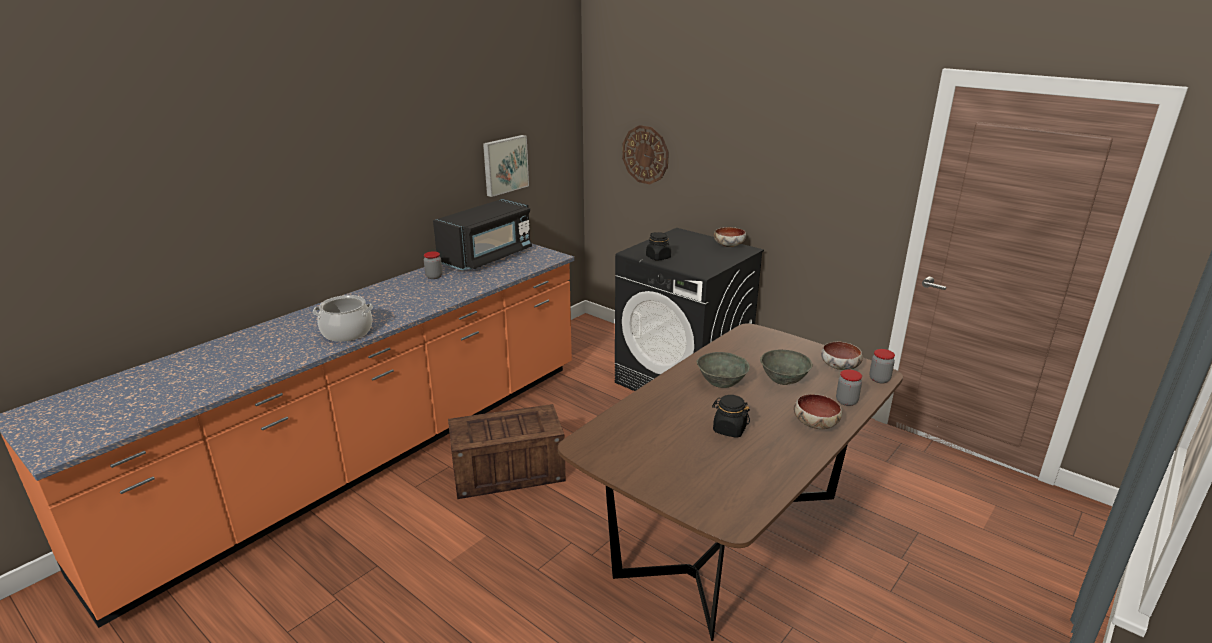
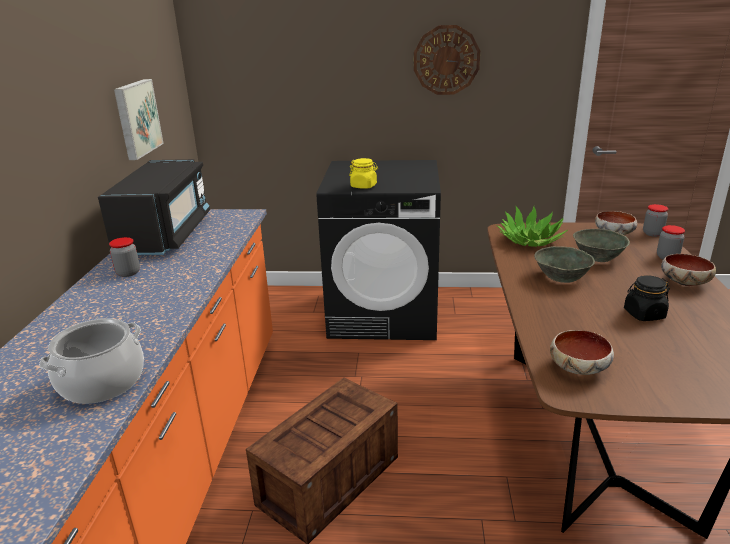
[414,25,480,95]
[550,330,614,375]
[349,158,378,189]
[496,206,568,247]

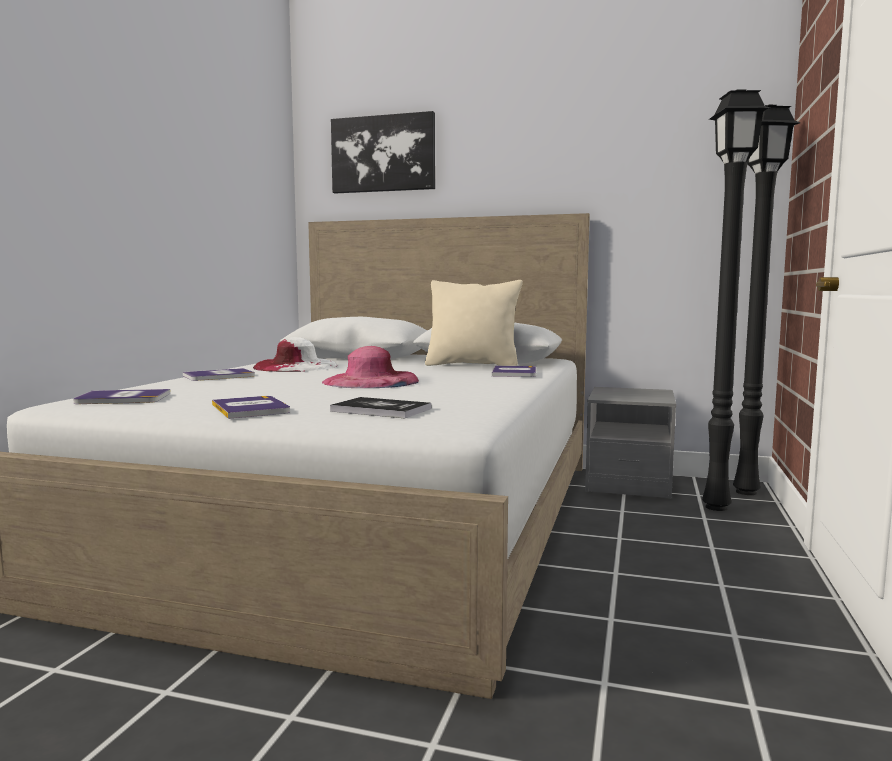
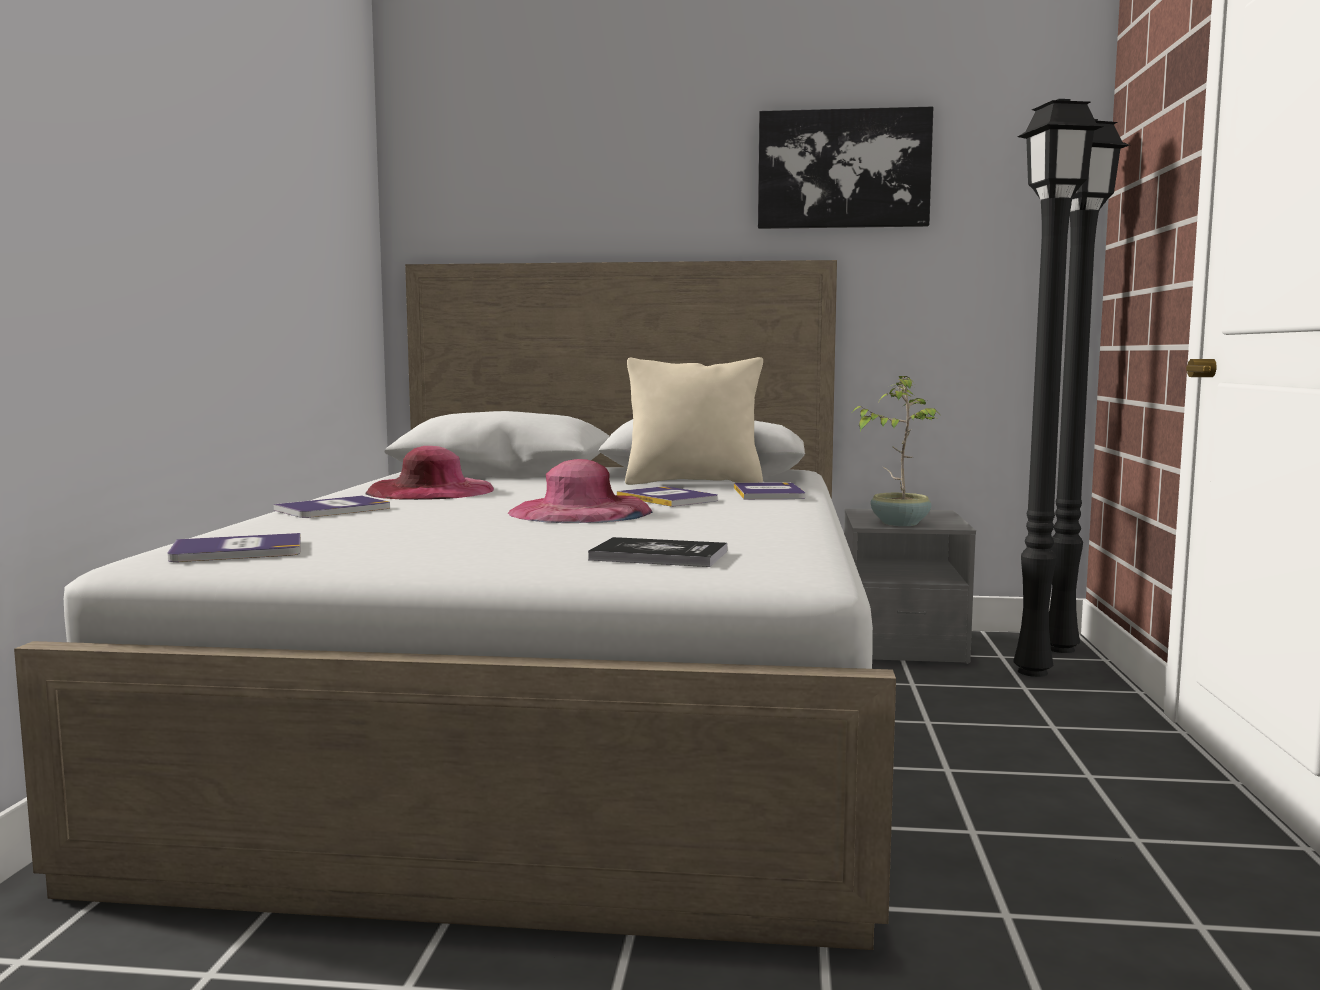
[758,107,933,229]
[365,446,494,500]
[617,487,718,507]
[852,376,941,526]

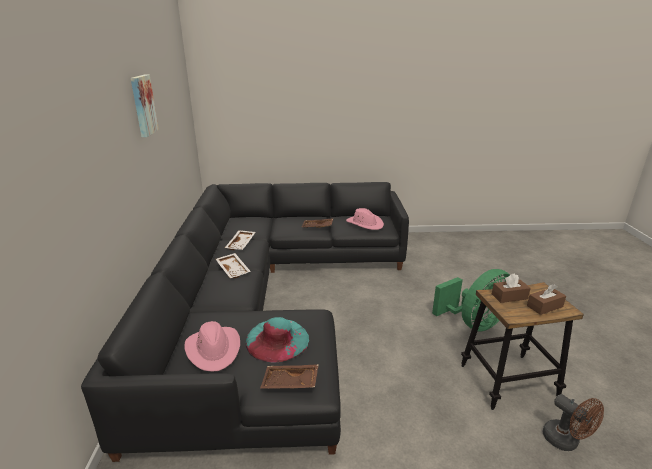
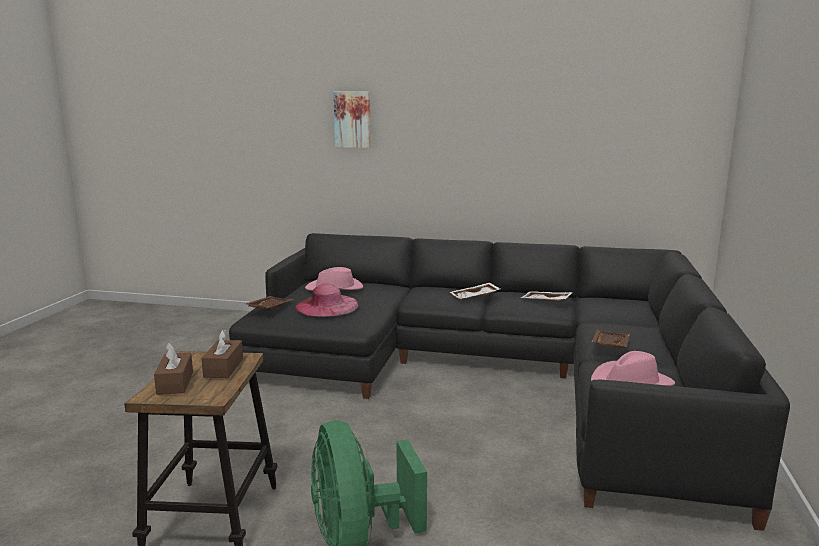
[333,91,371,148]
[295,284,359,317]
[543,394,604,451] (first image)

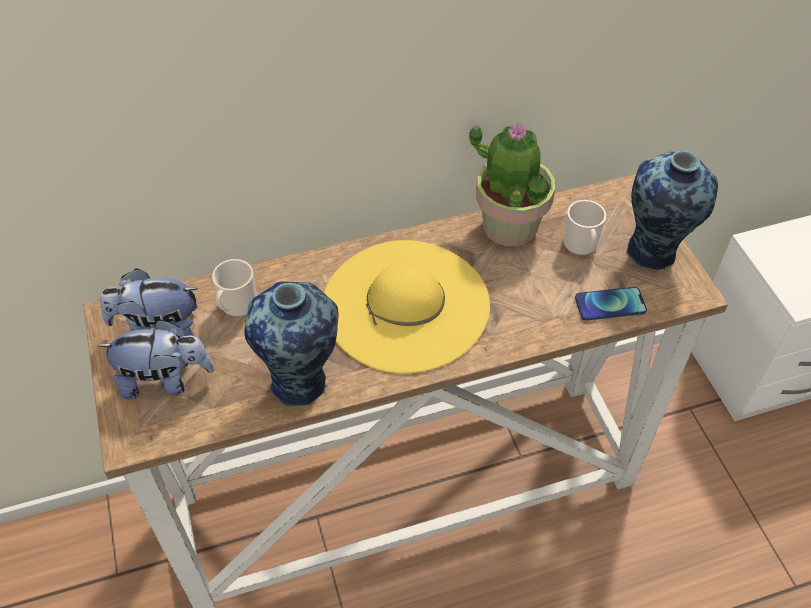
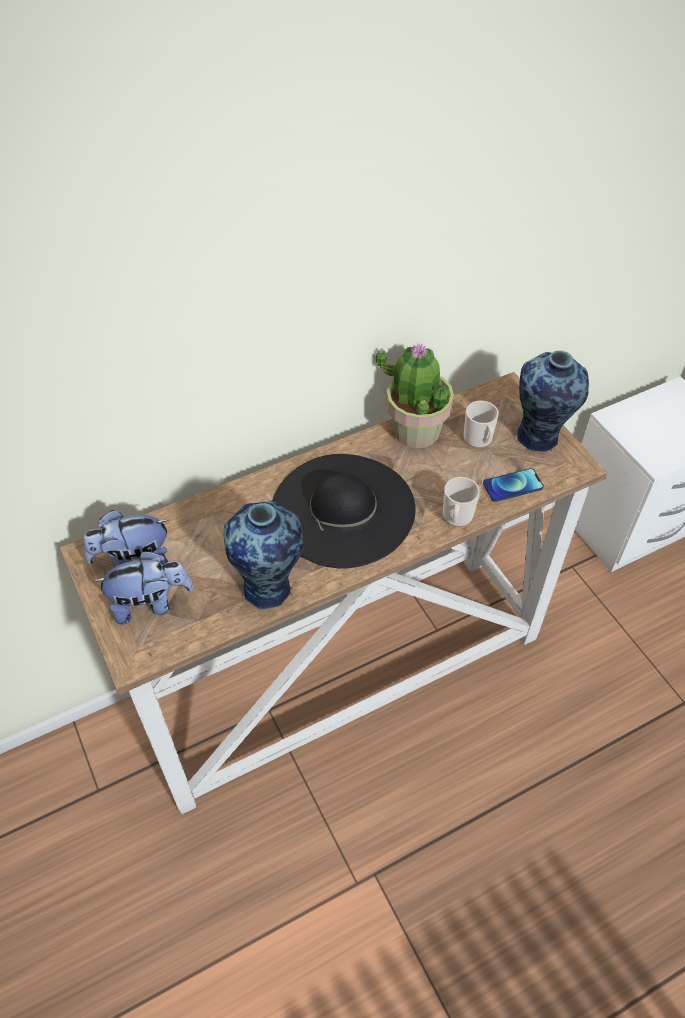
[272,454,416,568]
[443,477,480,527]

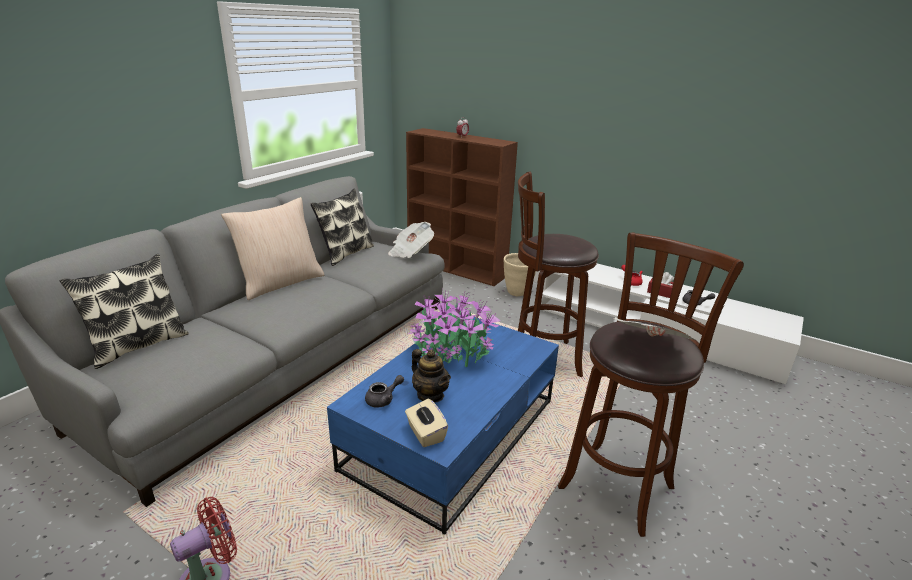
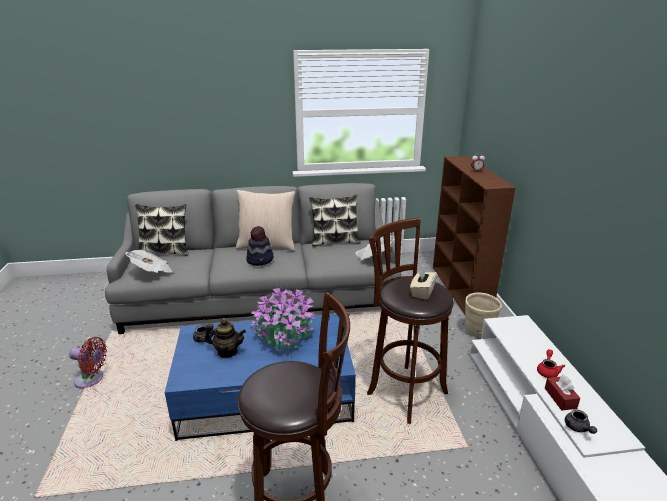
[126,250,172,273]
[205,319,246,358]
[410,267,437,300]
[246,226,274,266]

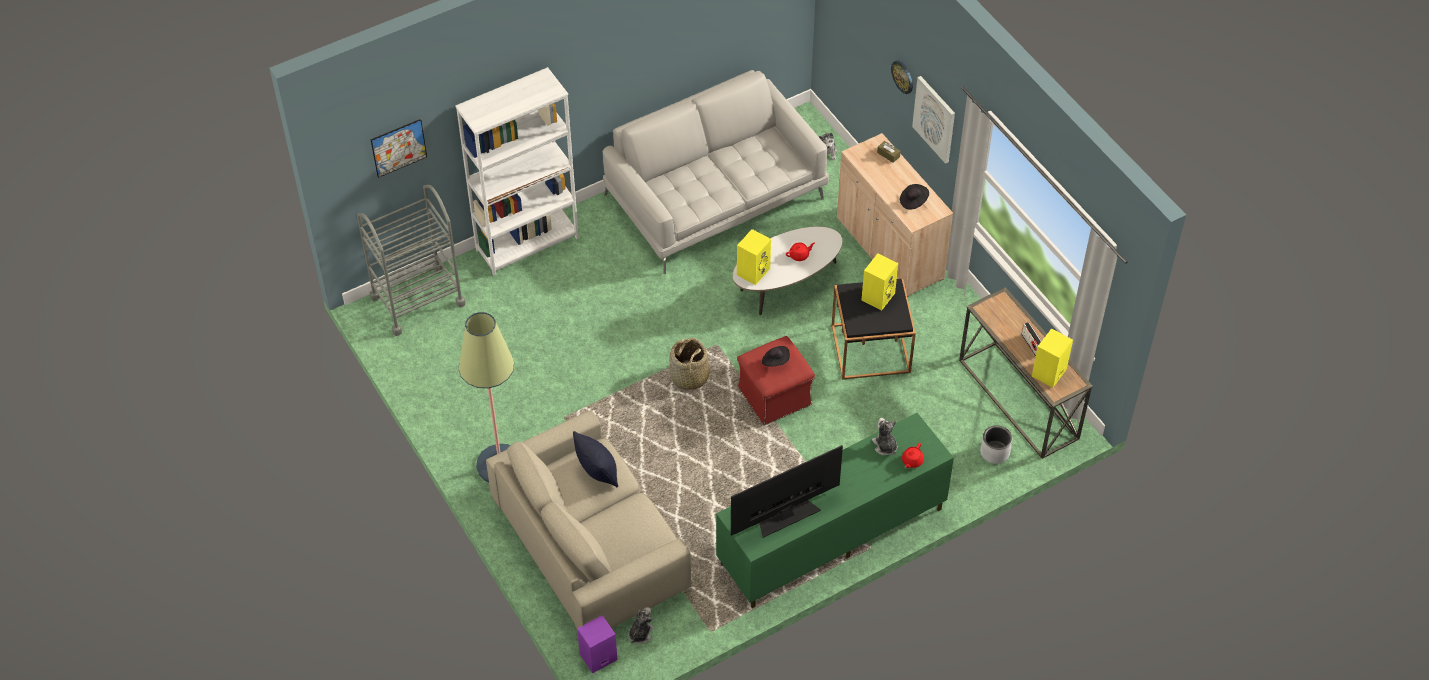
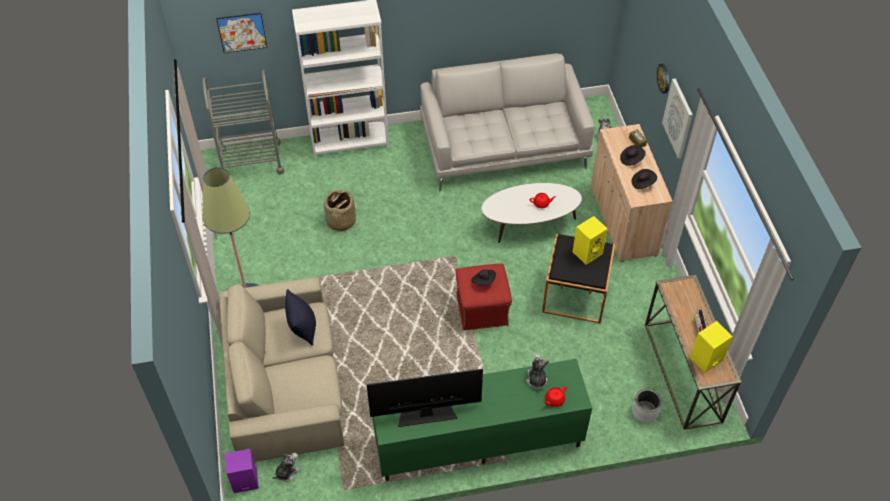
[737,229,771,285] (first image)
[324,189,356,232]
[620,145,646,166]

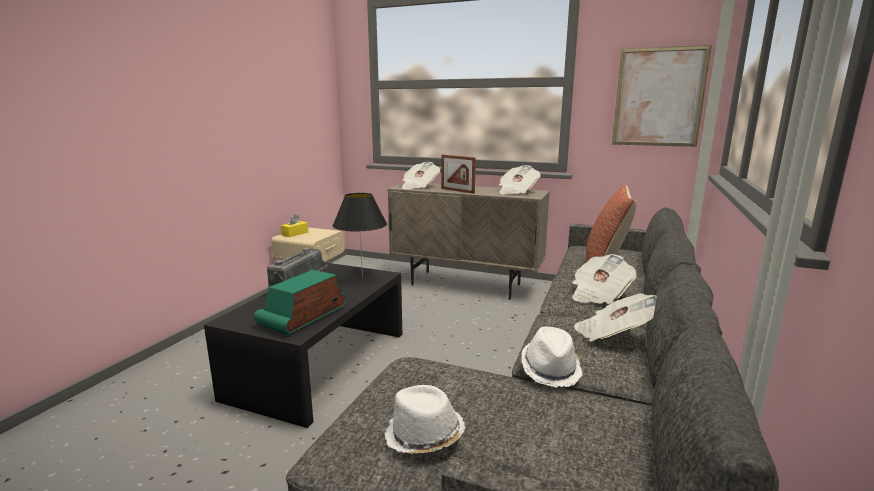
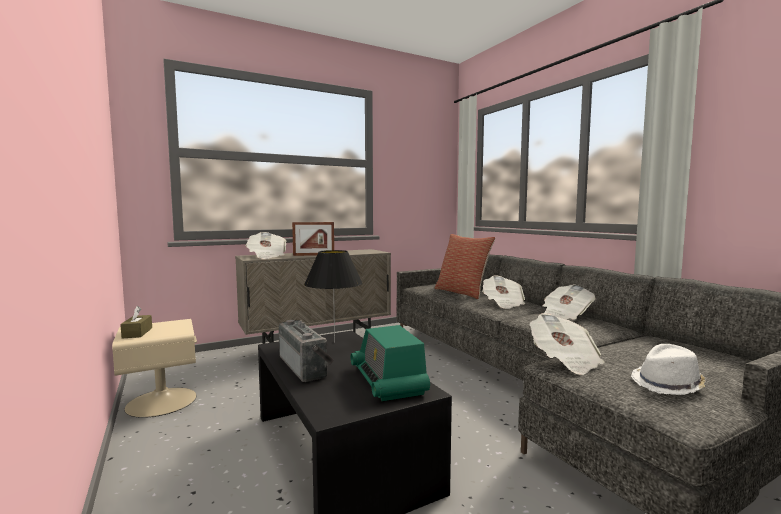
[612,45,712,147] (first image)
[530,313,605,375]
[120,306,152,338]
[521,327,583,388] (first image)

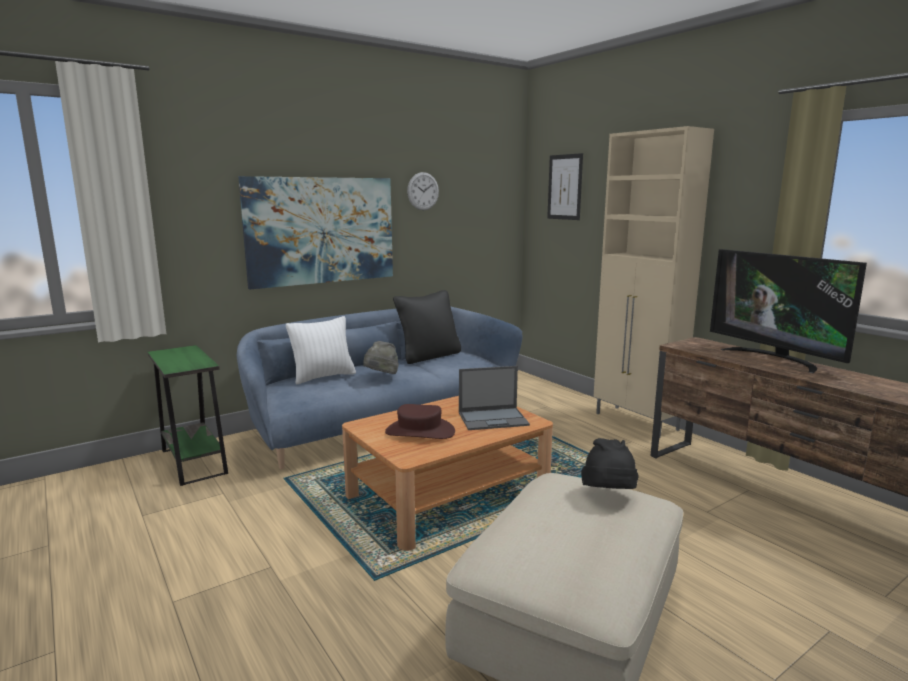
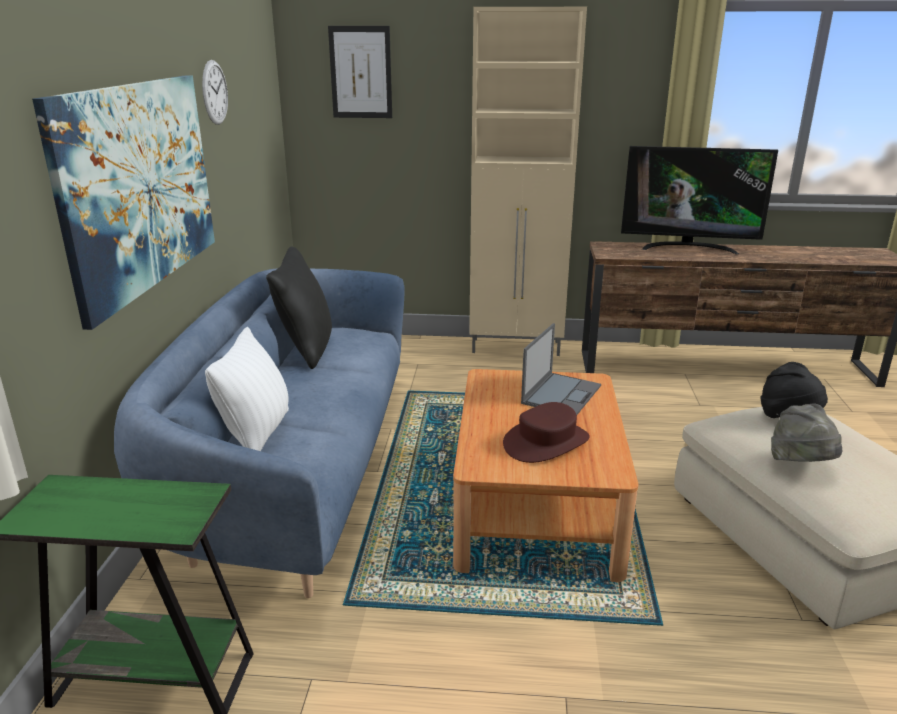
[771,403,842,462]

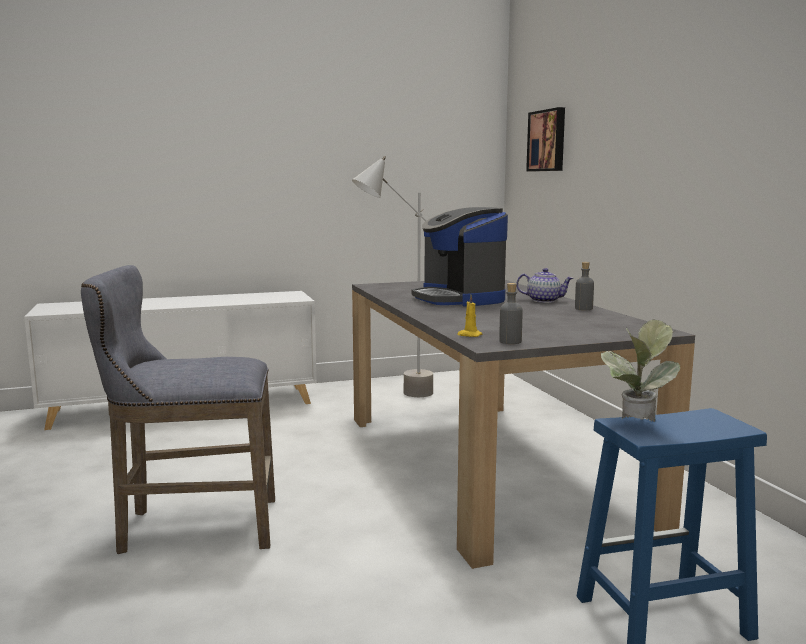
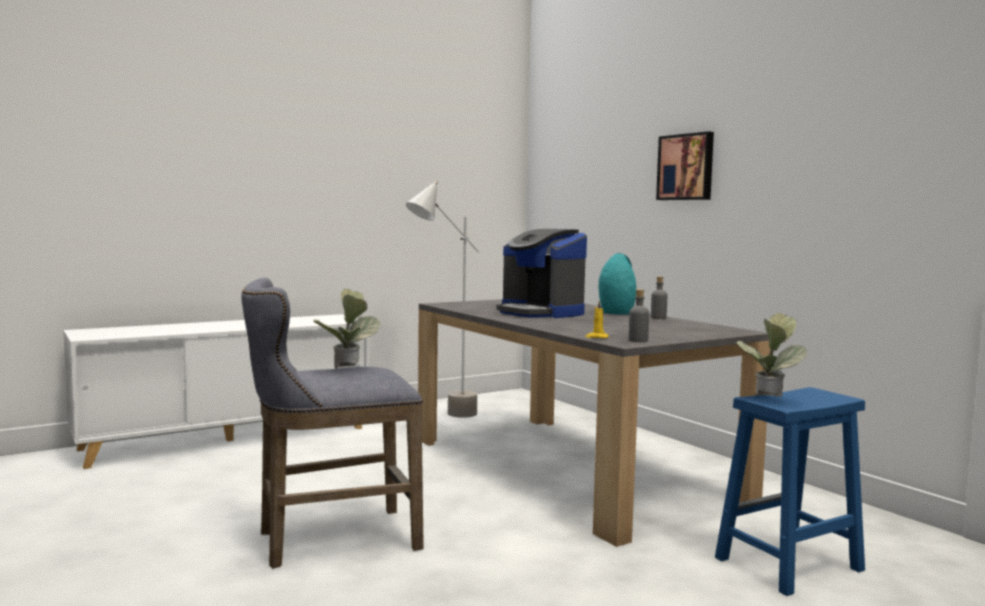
[656,131,714,200]
[599,253,637,314]
[313,289,381,369]

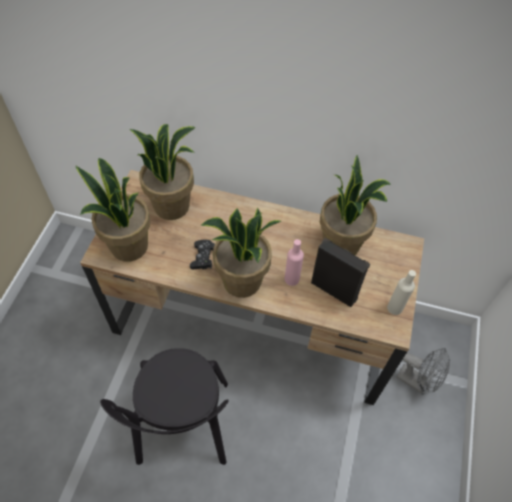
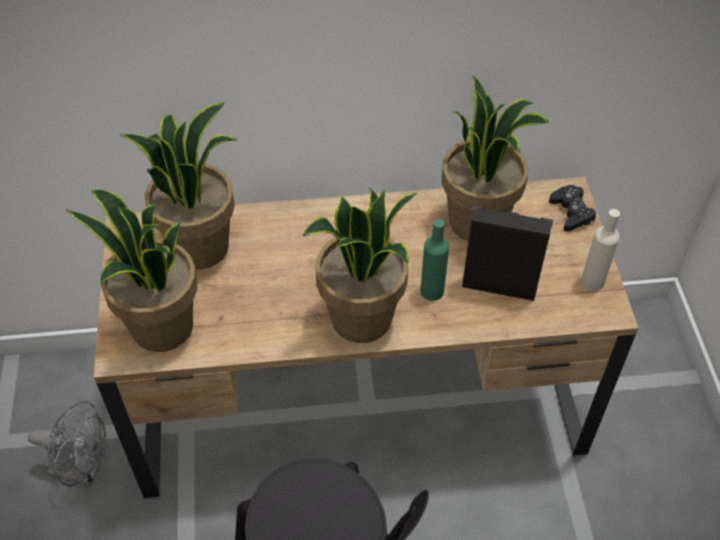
[549,185,596,231]
[420,219,449,301]
[28,401,106,486]

